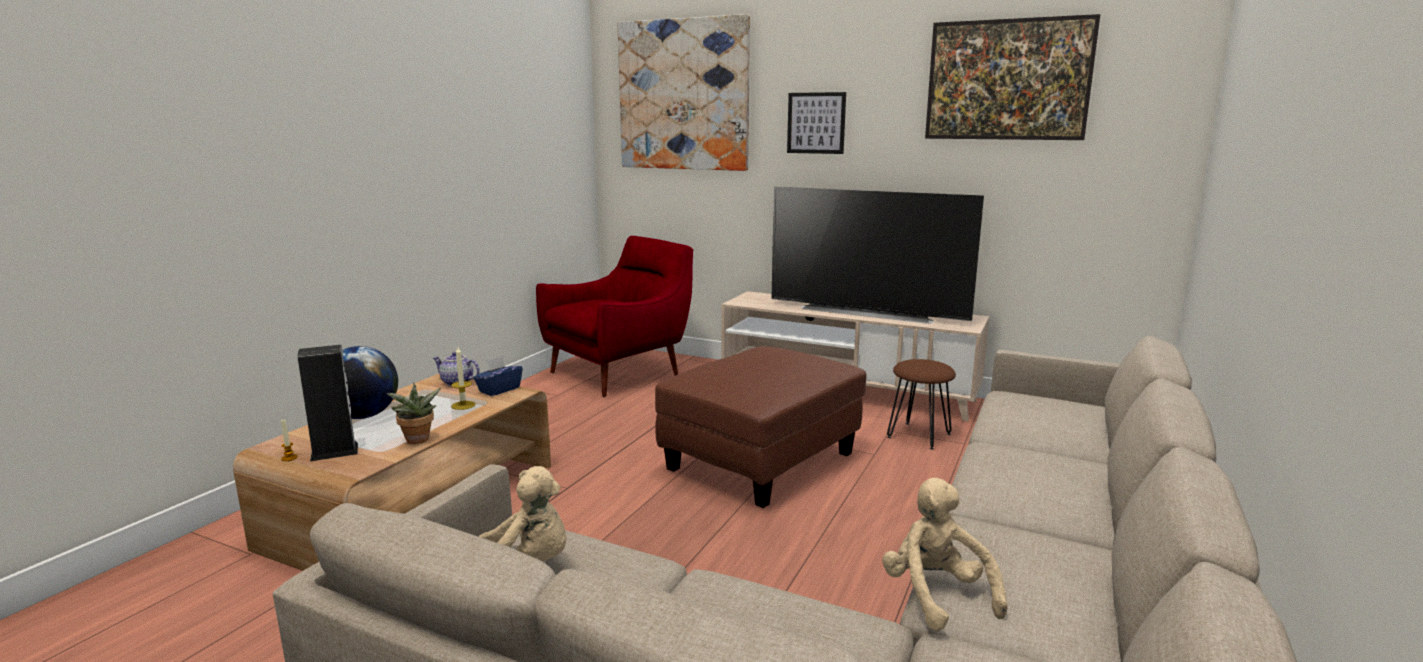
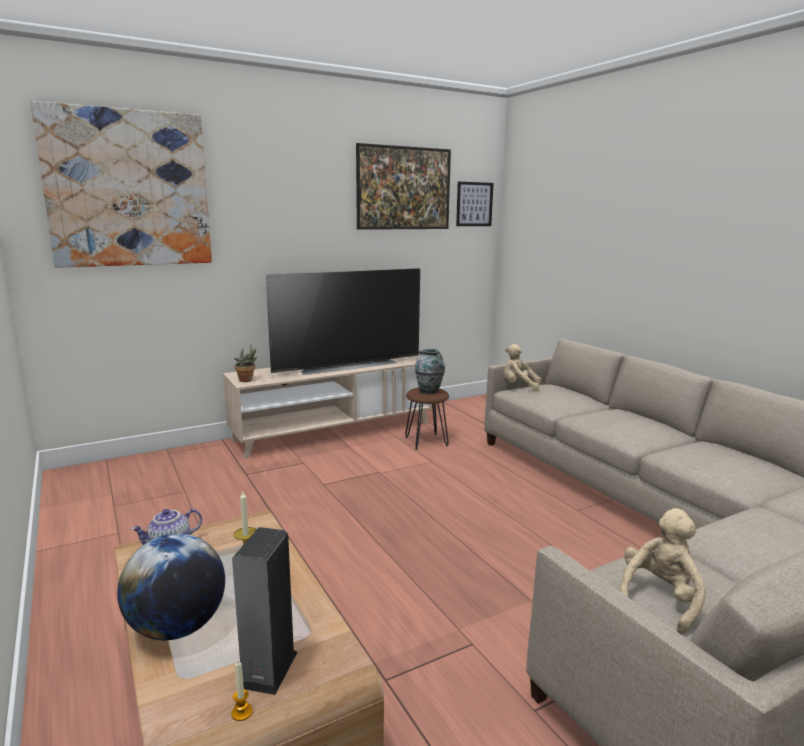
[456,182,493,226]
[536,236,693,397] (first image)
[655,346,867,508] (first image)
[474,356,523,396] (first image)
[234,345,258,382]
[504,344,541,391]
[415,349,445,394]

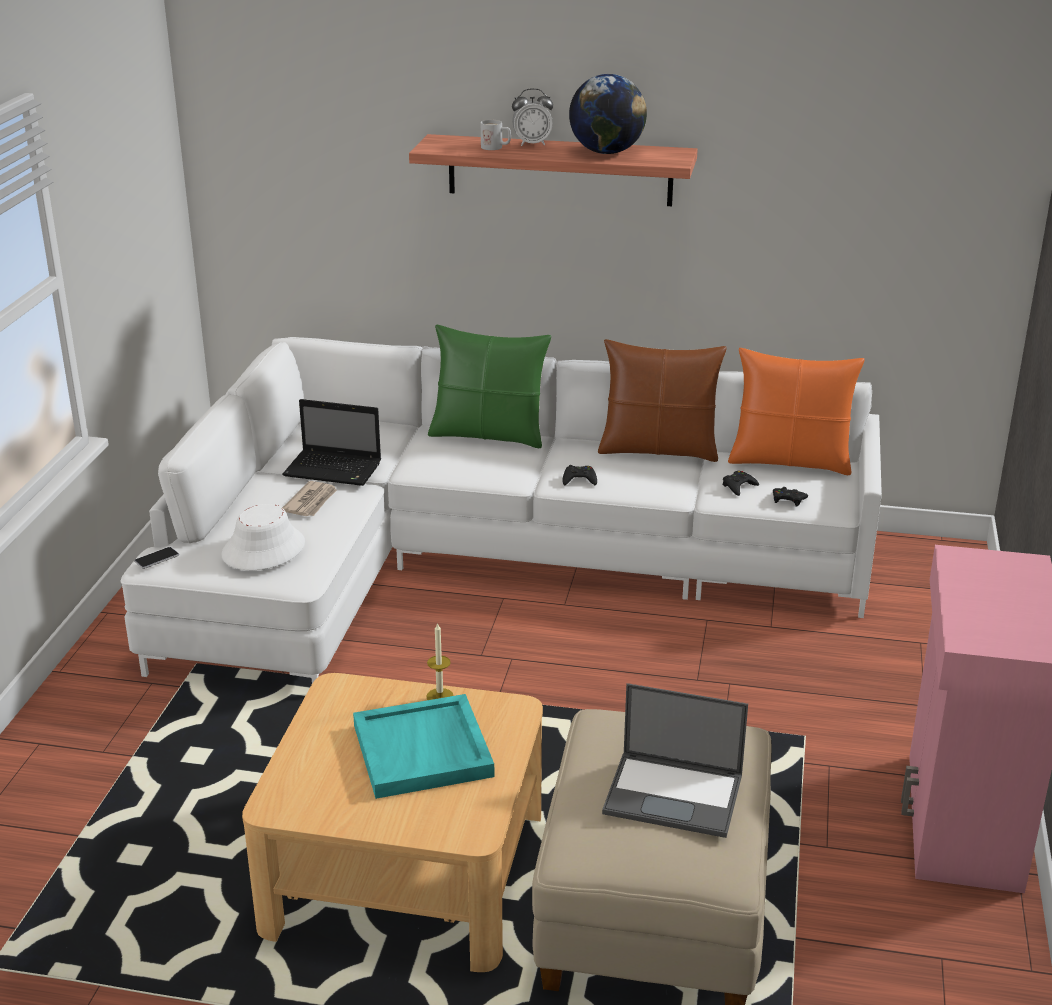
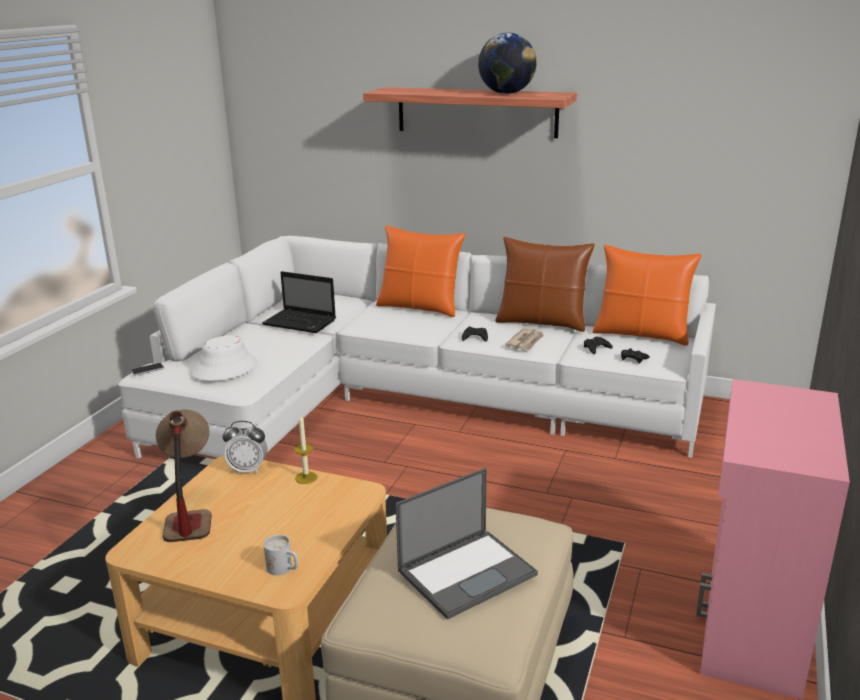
[223,421,267,474]
[263,535,298,575]
[376,225,465,317]
[505,328,544,350]
[395,468,538,620]
[353,694,495,799] (first image)
[156,410,212,542]

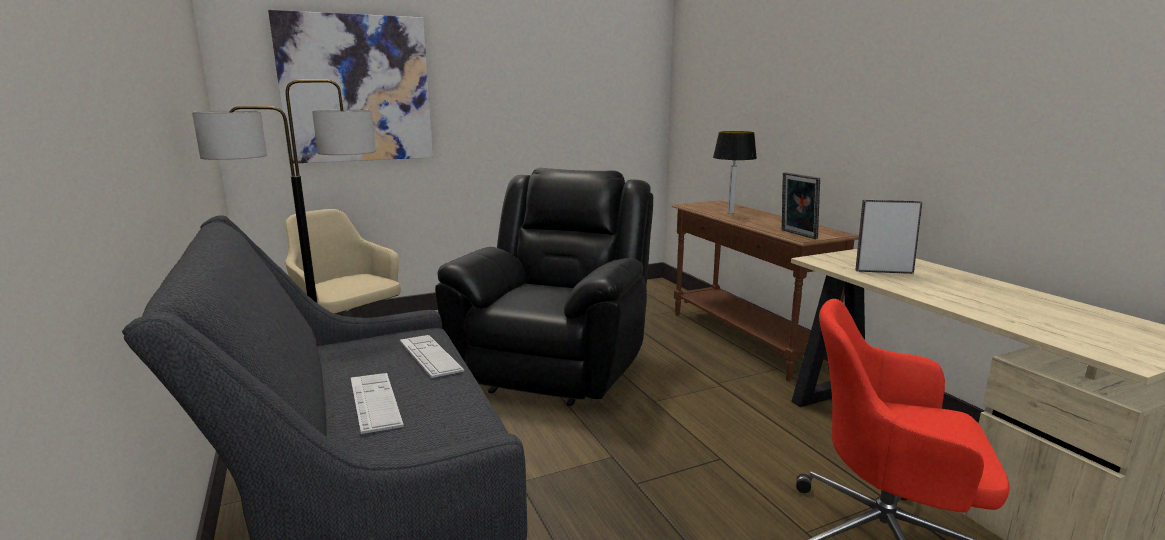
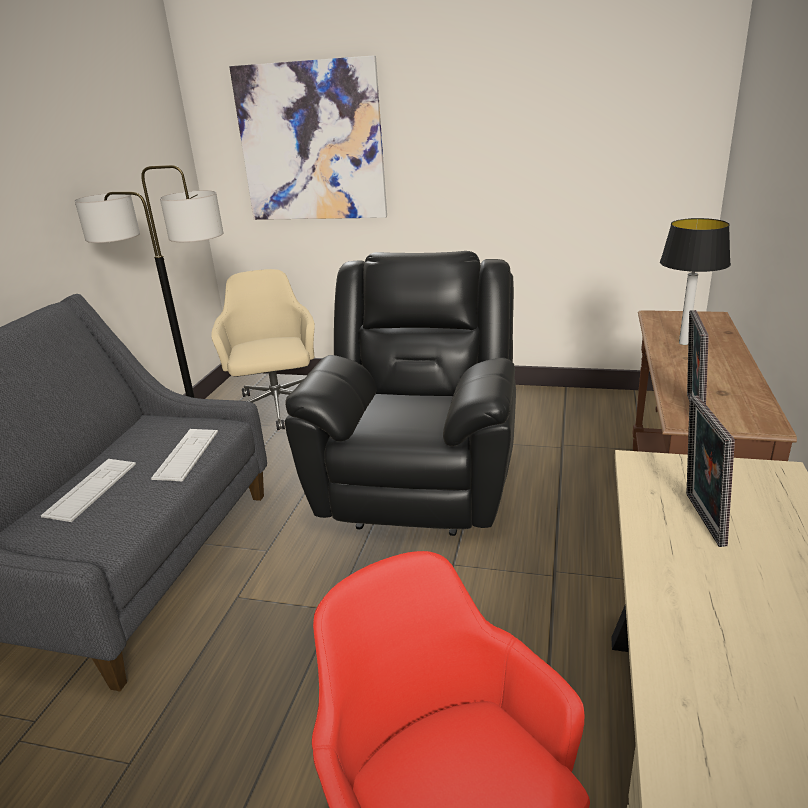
[285,251,516,536]
[686,395,735,547]

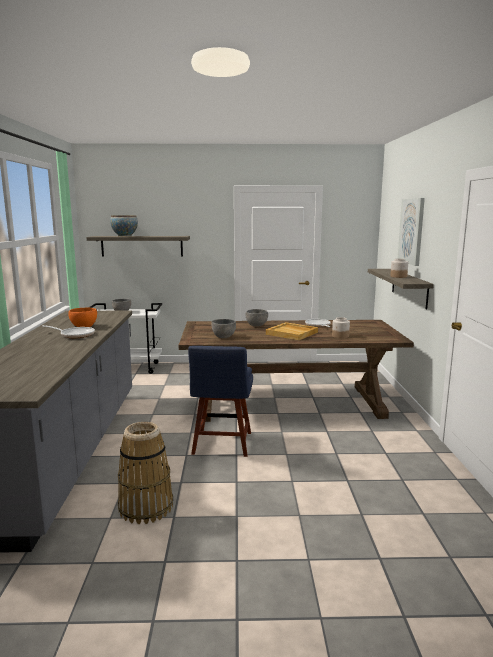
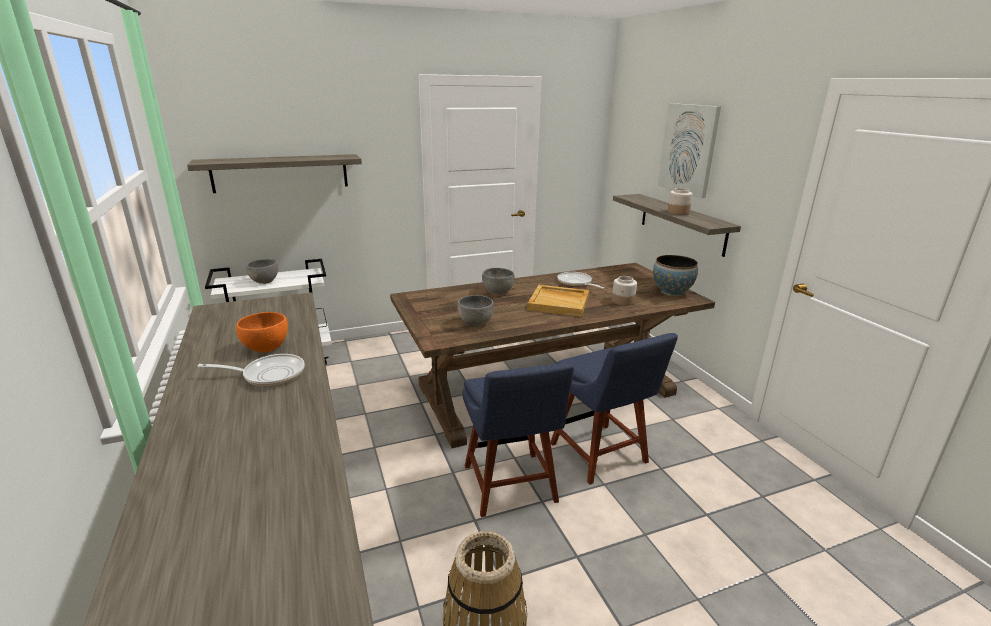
[653,255,698,296]
[550,333,678,485]

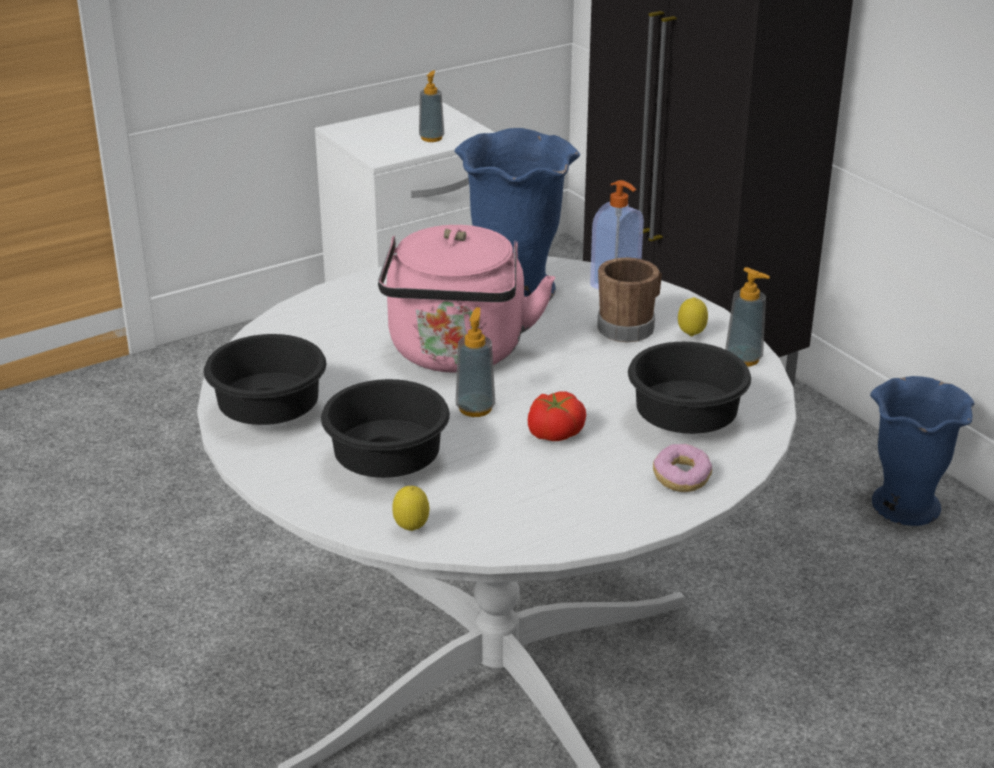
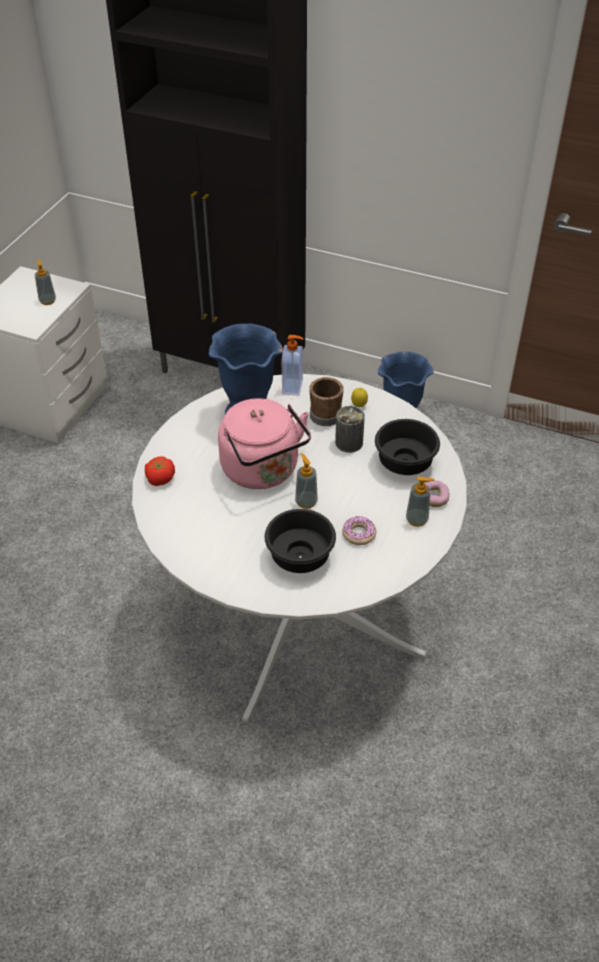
[406,477,435,527]
[204,334,326,425] (first image)
[145,456,175,486]
[392,486,429,531] (first image)
[335,406,365,453]
[343,516,376,545]

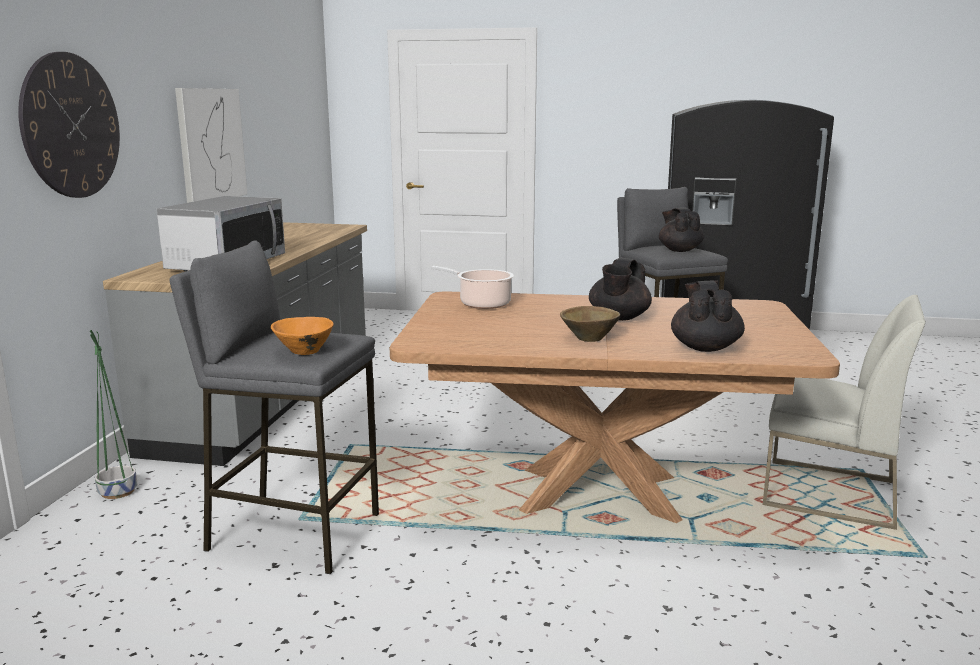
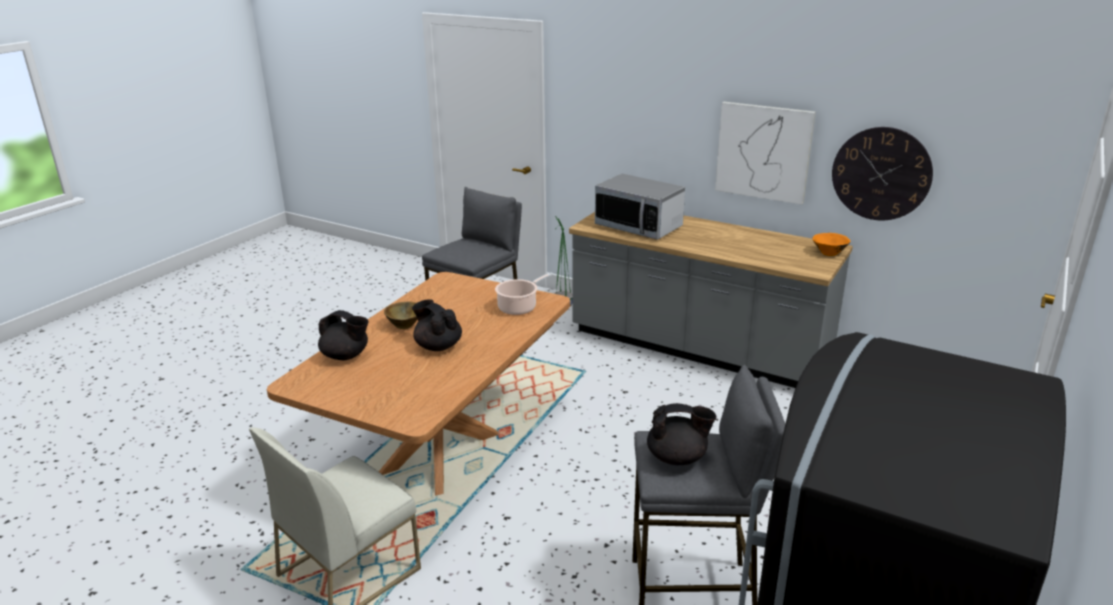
[832,127,933,221]
[813,233,850,256]

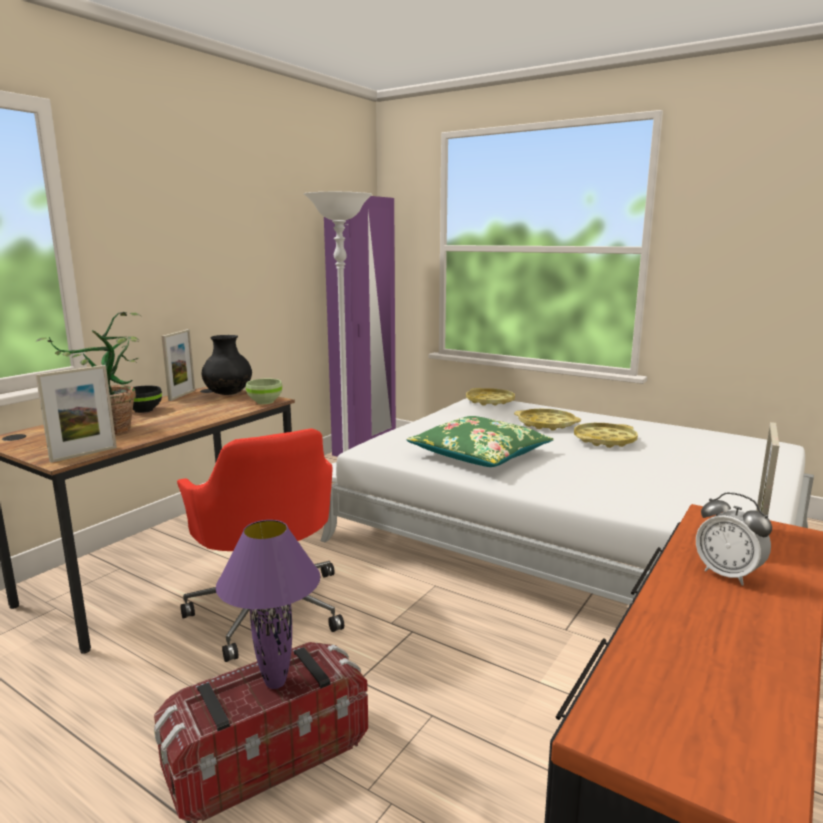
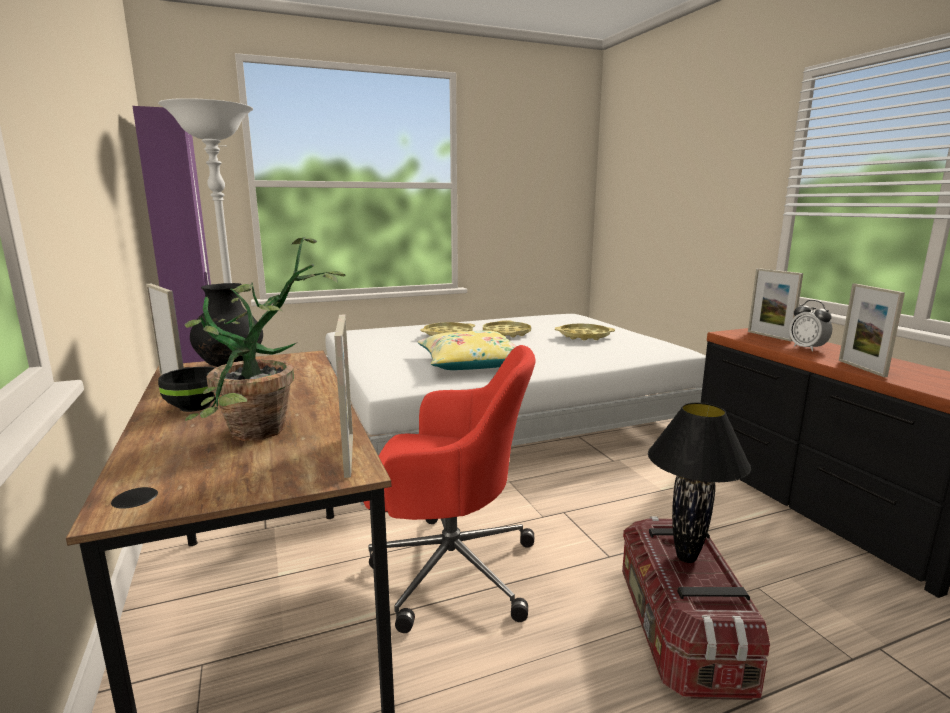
[246,379,282,404] (first image)
[555,324,615,341]
[417,330,516,370]
[789,300,832,351]
[648,402,751,563]
[839,284,905,377]

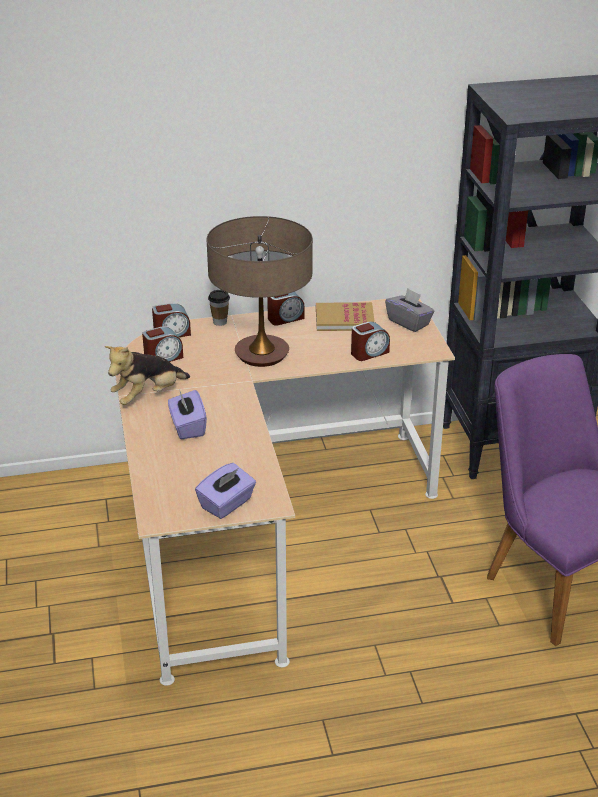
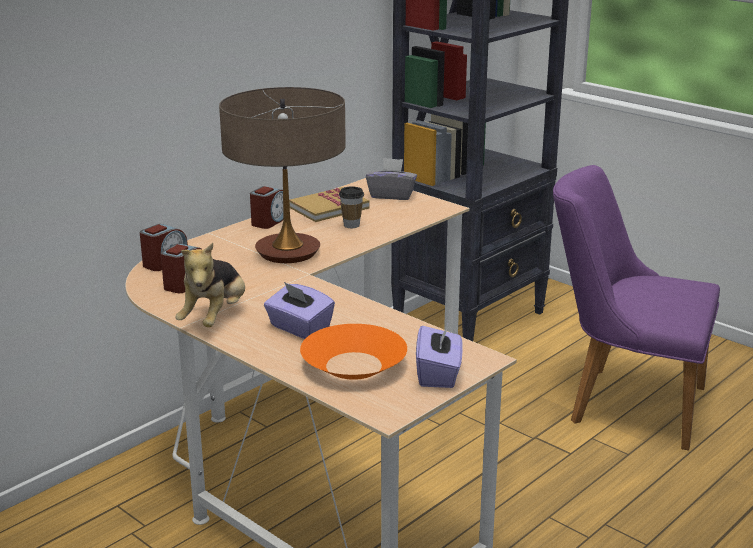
[339,186,364,228]
[351,321,390,361] (first image)
[300,324,407,380]

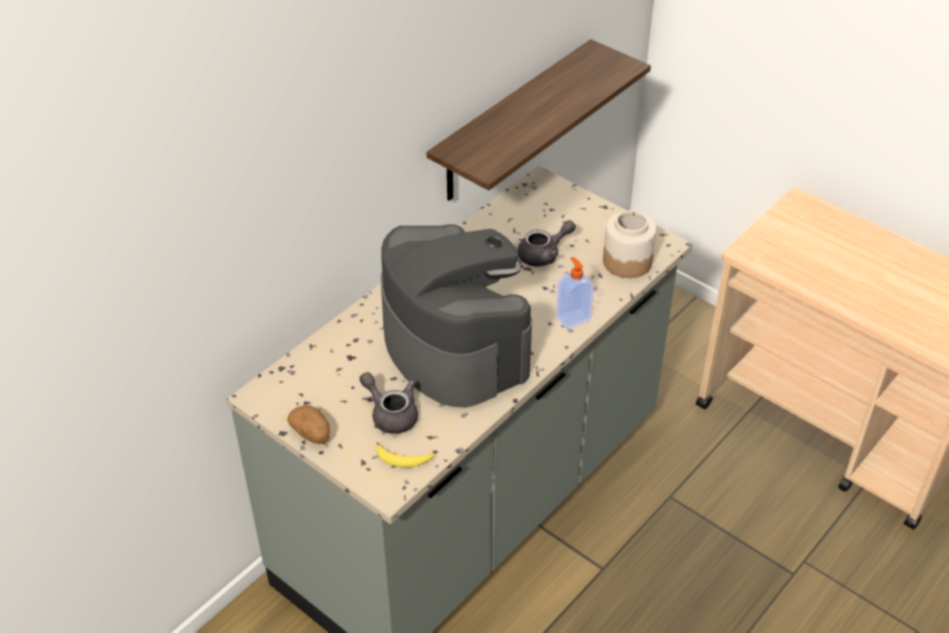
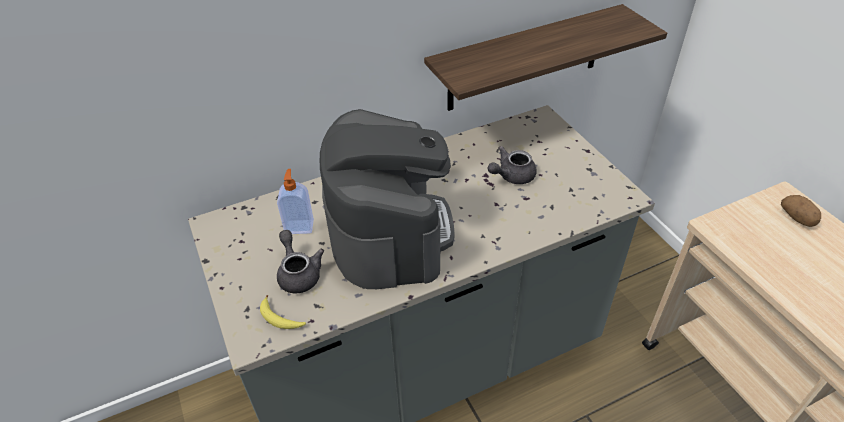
[603,211,657,278] (first image)
[488,146,537,184]
[277,169,314,234]
[781,195,821,227]

